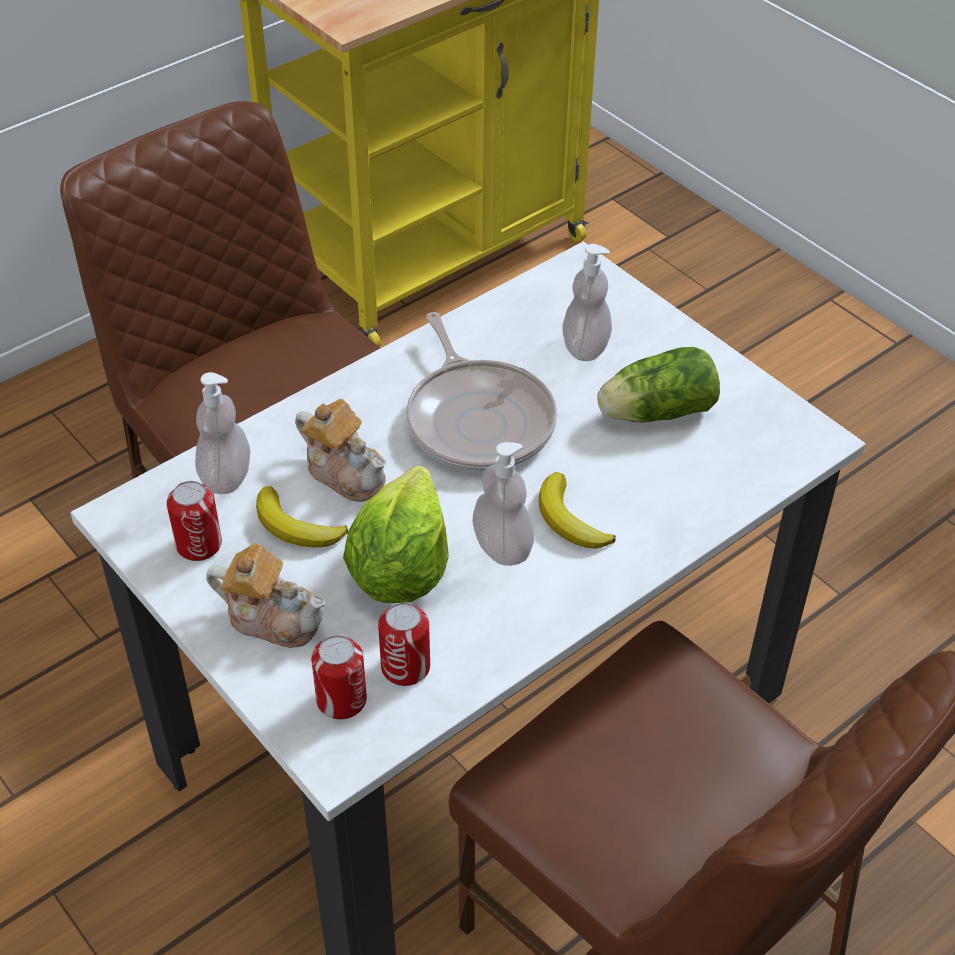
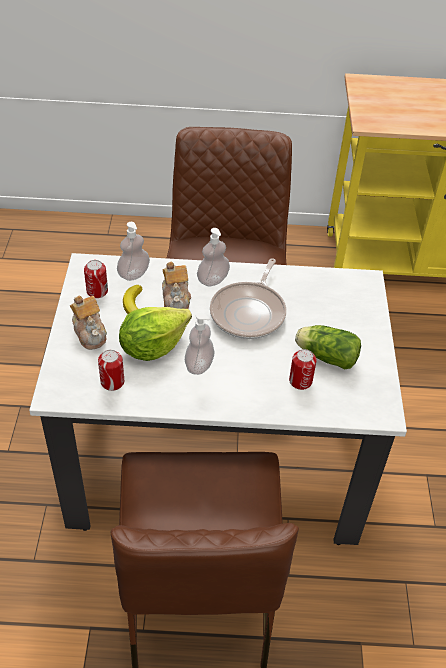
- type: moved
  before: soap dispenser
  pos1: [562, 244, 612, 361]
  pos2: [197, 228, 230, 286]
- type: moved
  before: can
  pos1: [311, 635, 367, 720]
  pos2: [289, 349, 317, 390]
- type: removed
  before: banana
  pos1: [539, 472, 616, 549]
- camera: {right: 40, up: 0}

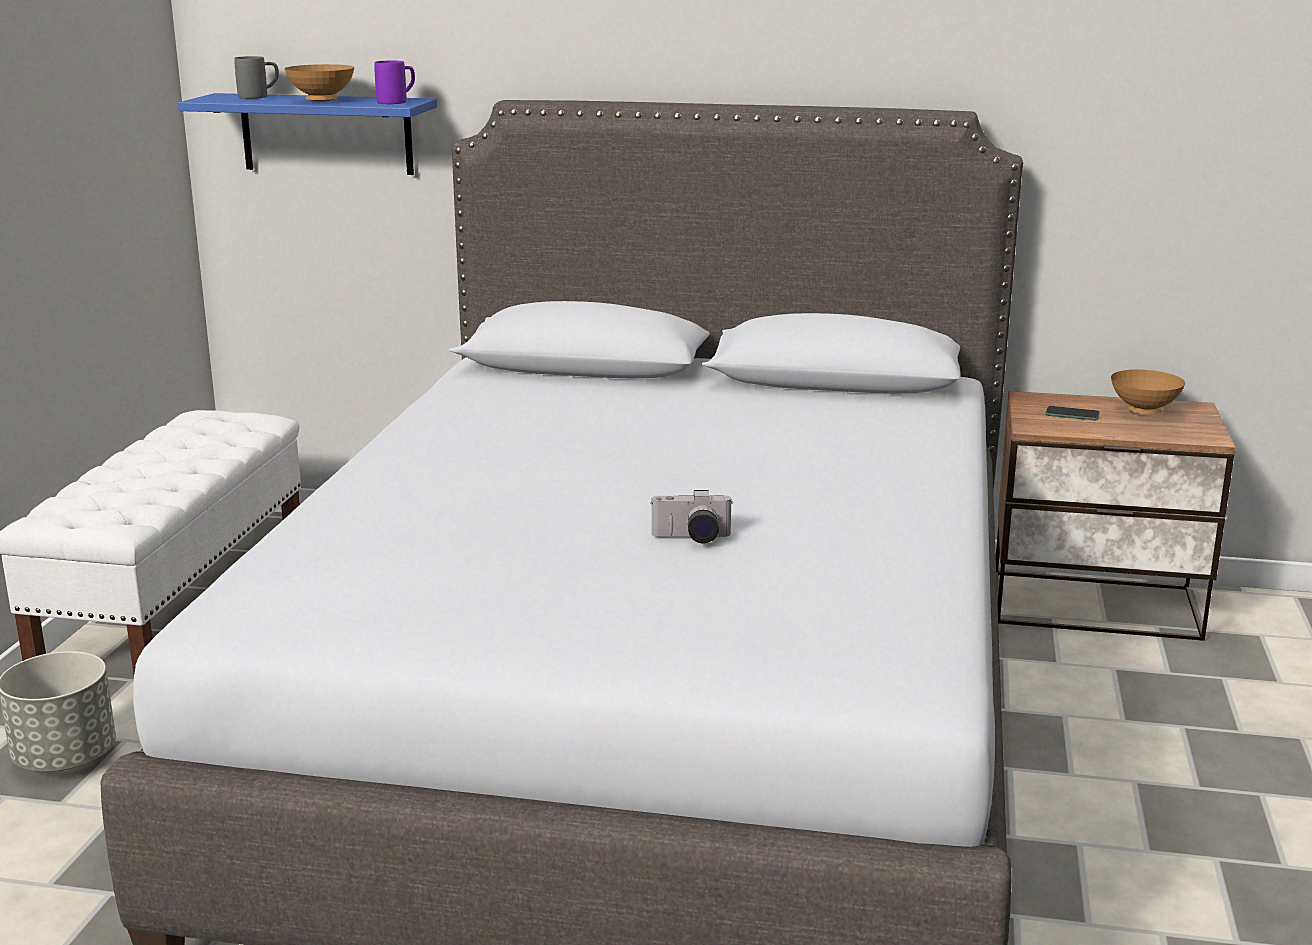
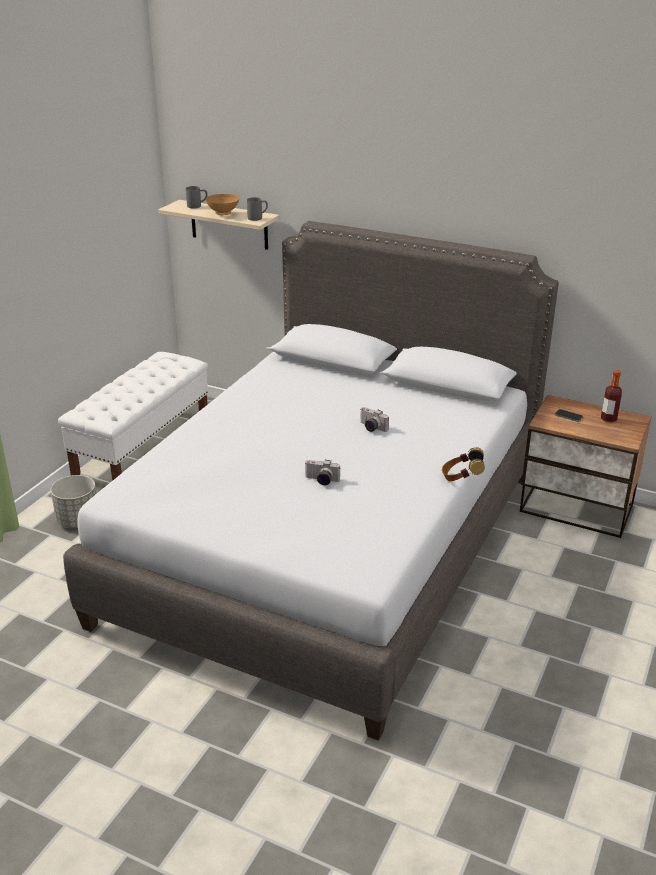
- type: recoloured
  before: blue shelf
  after: beige shelf
  pos1: [178, 93, 437, 175]
  pos2: [158, 200, 280, 250]
- type: recoloured
  before: purple mug
  after: grey mug
  pos1: [374, 61, 415, 104]
  pos2: [247, 197, 268, 221]
- type: added
  after: photo camera
  pos2: [361, 407, 389, 432]
- type: added
  after: headphones
  pos2: [442, 447, 485, 481]
- type: replaced
  before: brown bowl
  after: bottle
  pos1: [1111, 369, 1185, 414]
  pos2: [601, 370, 622, 422]
- camera: {right: 15, up: 10}

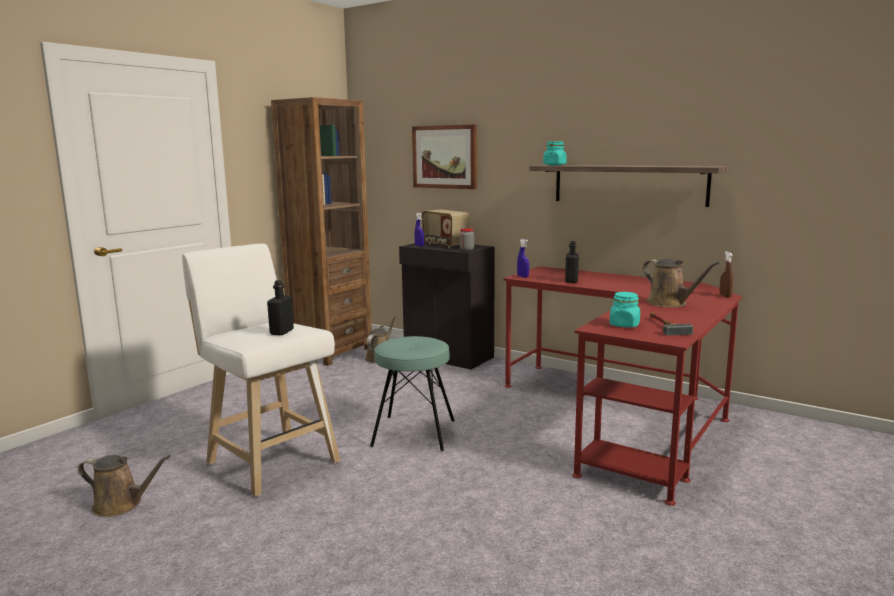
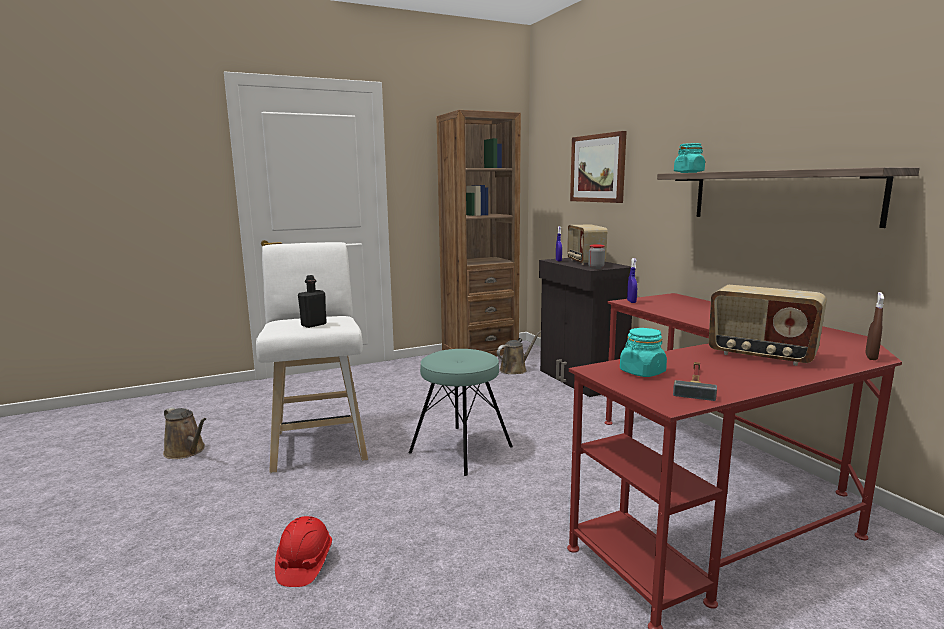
- type: added
  after: red hard hat
  pos2: [275, 516, 332, 587]
- type: replaced
  before: brown watering can
  after: radio
  pos1: [643, 259, 720, 308]
  pos2: [709, 285, 827, 366]
- type: removed
  before: black bottle
  pos1: [565, 241, 579, 283]
- camera: {right: 30, up: 0}

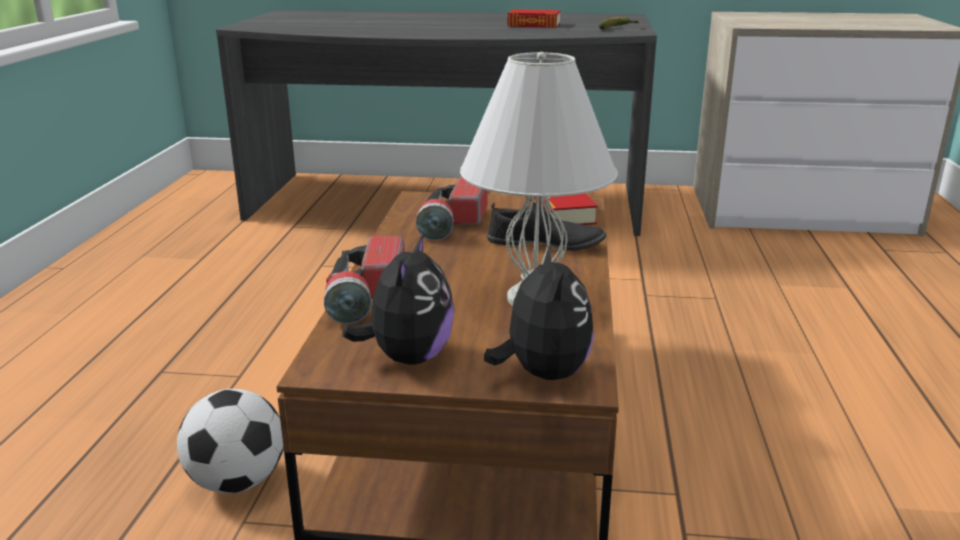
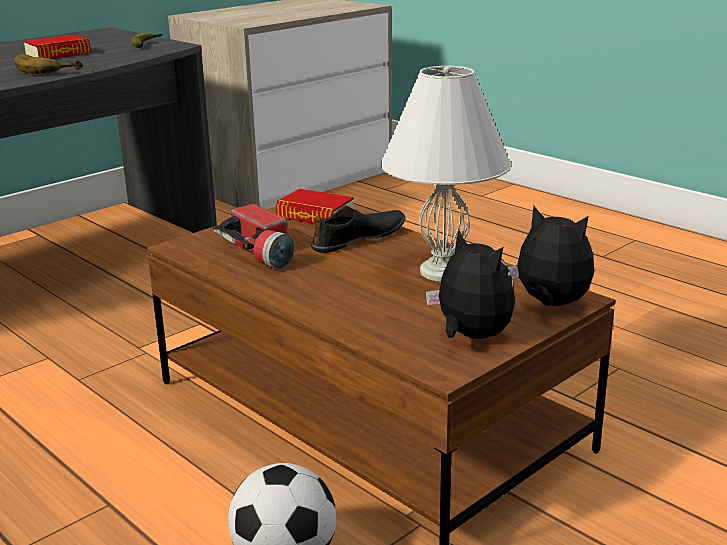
- type: added
  after: banana
  pos2: [14, 54, 83, 74]
- type: removed
  before: flashlight
  pos1: [324, 236, 405, 324]
- camera: {right: -50, up: 0}

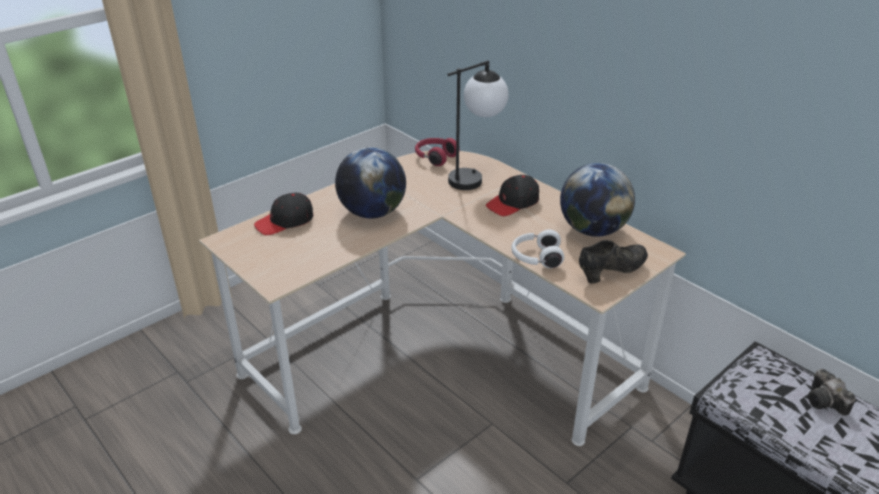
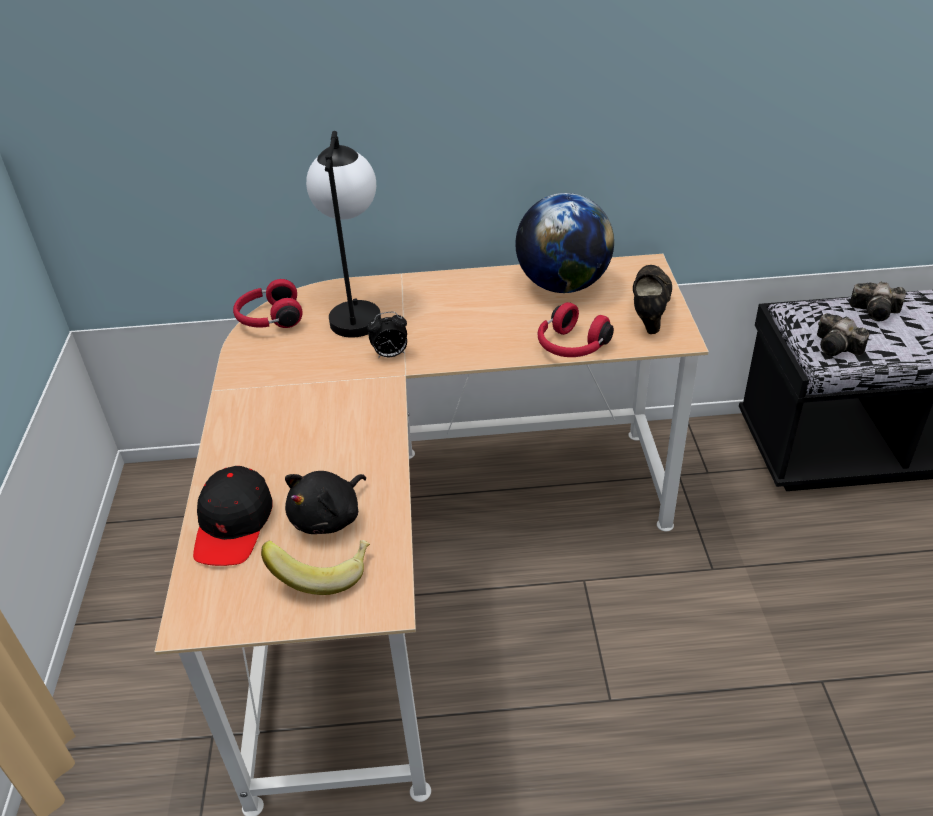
- type: added
  after: banana
  pos2: [261, 540, 370, 595]
- type: added
  after: black plush toy
  pos2: [285, 471, 366, 534]
- type: added
  after: alarm clock
  pos2: [367, 312, 407, 359]
- type: recoloured
  before: white headphones
  after: red headphones
  pos1: [511, 229, 564, 268]
  pos2: [537, 302, 614, 357]
- type: added
  after: photo camera
  pos2: [817, 313, 869, 356]
- type: removed
  before: globe
  pos1: [335, 147, 406, 219]
- type: removed
  before: black cap
  pos1: [486, 175, 539, 216]
- camera: {right: -50, up: 5}

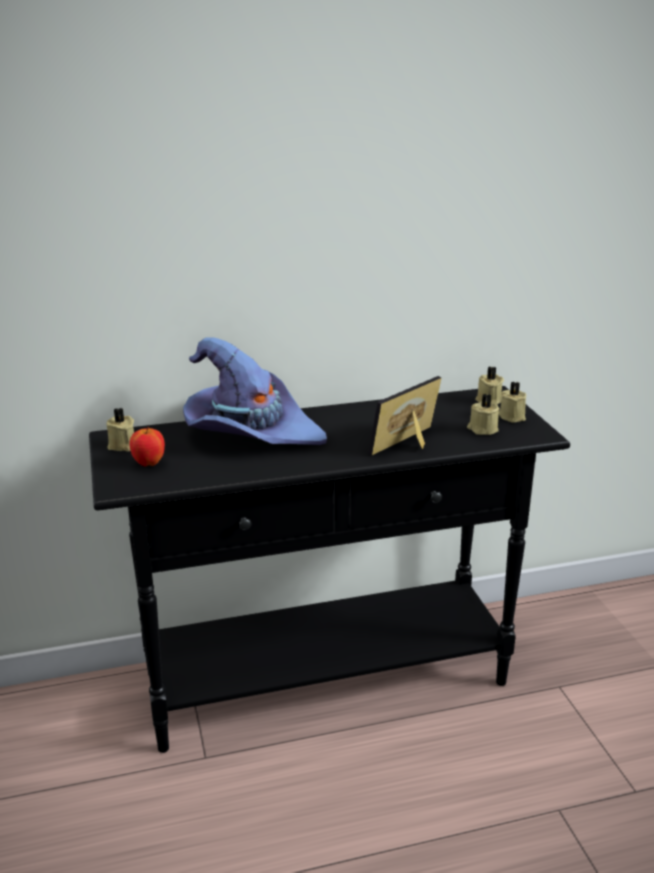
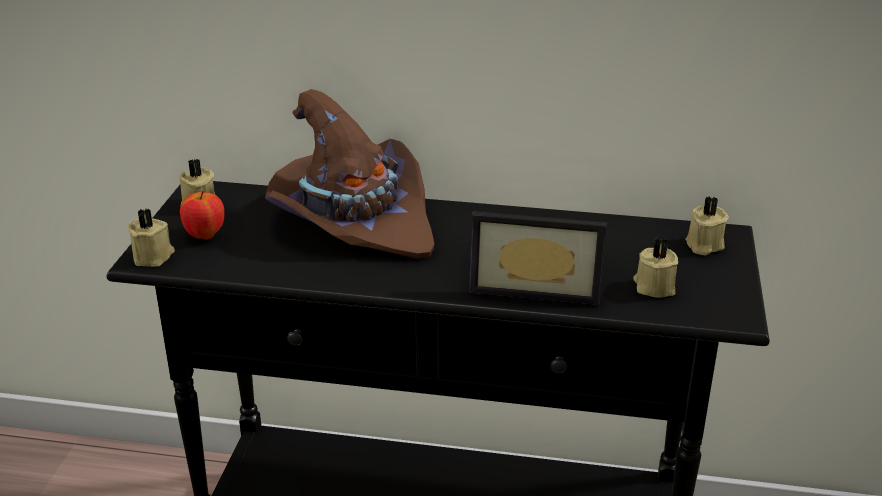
- type: moved
  before: beige candle
  pos1: [499, 381, 526, 423]
  pos2: [127, 209, 175, 267]
- type: recoloured
  before: purple hat
  after: brown hat
  pos1: [183, 337, 327, 445]
  pos2: [265, 89, 434, 259]
- type: turned
  before: picture frame
  pos1: [368, 376, 441, 456]
  pos2: [469, 211, 607, 305]
  turn: -150
- camera: {right: 25, up: 5}

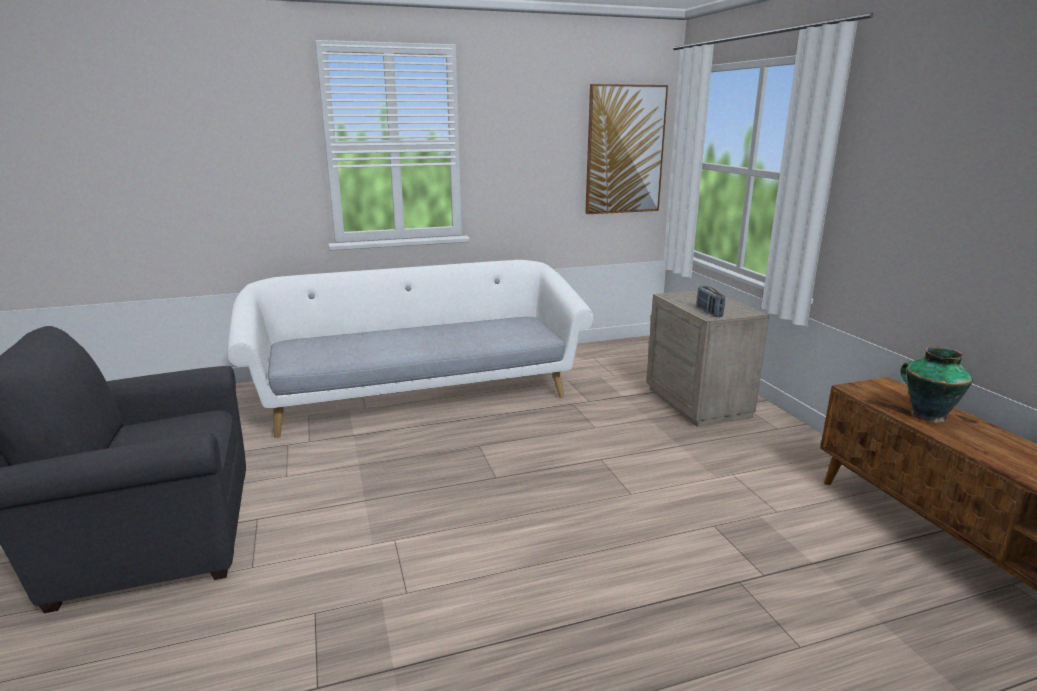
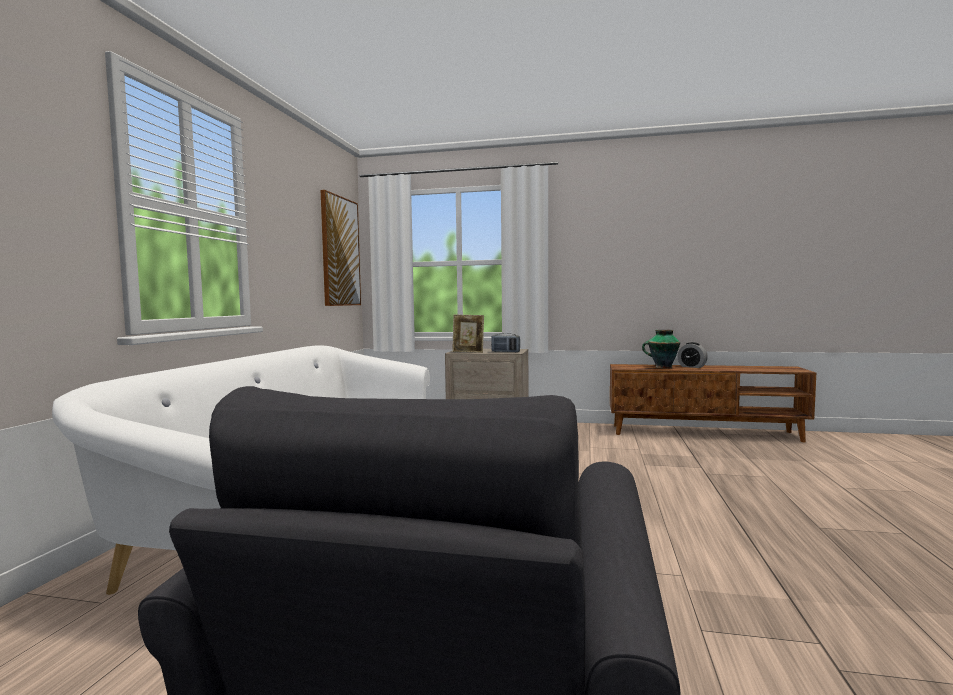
- type: added
  after: picture frame
  pos2: [452, 315, 484, 353]
- type: added
  after: alarm clock
  pos2: [677, 342, 708, 368]
- camera: {right: -60, up: -15}

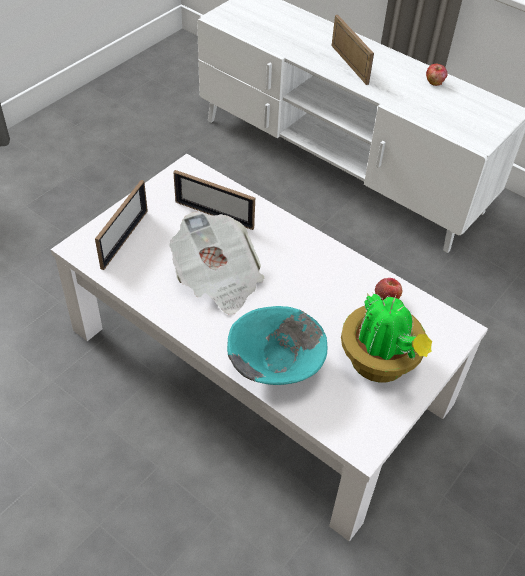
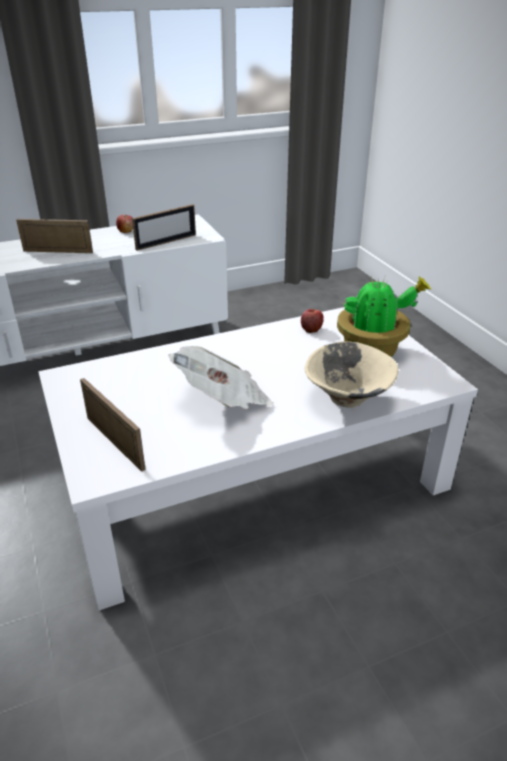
- type: moved
  before: picture frame
  pos1: [173, 170, 255, 230]
  pos2: [132, 204, 196, 251]
- type: recoloured
  before: turquoise bowl
  after: beige bowl
  pos1: [227, 306, 327, 385]
  pos2: [304, 341, 398, 408]
- camera: {right: -60, up: -15}

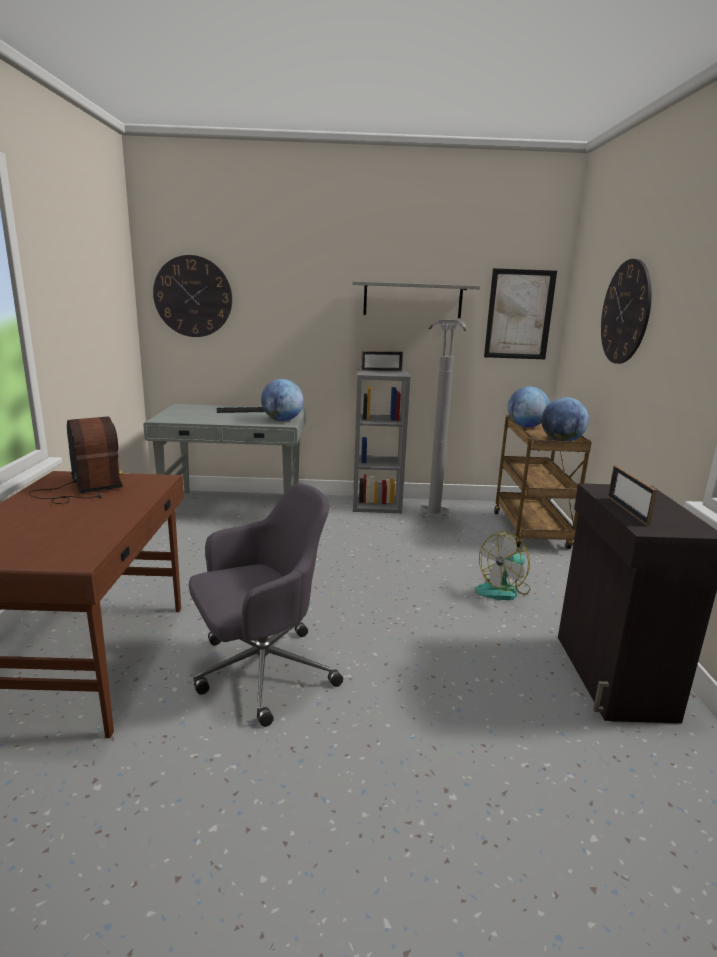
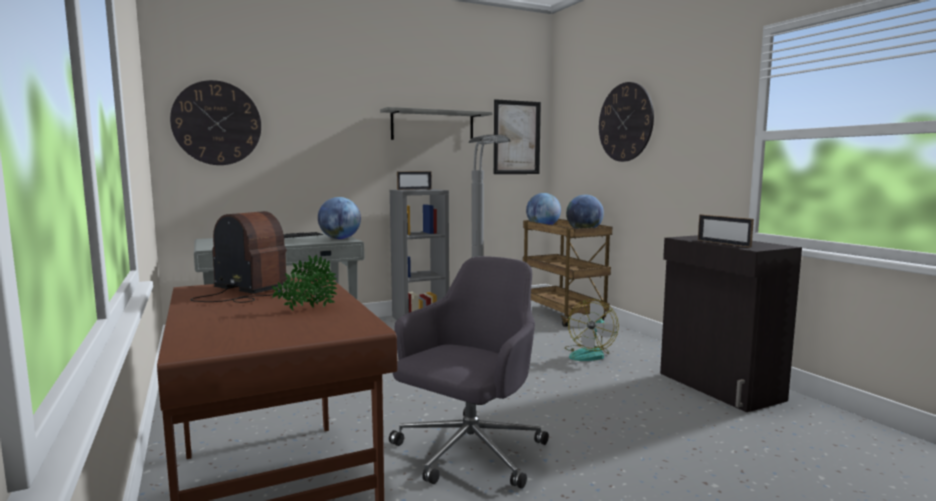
- type: added
  after: potted plant
  pos2: [271, 254, 337, 311]
- camera: {right: -25, up: -10}

